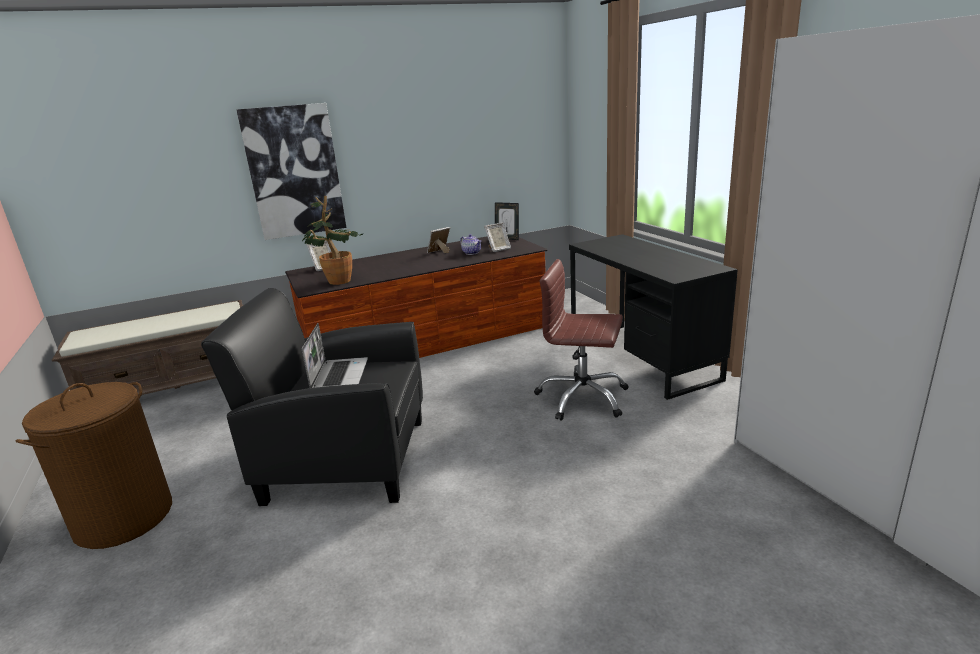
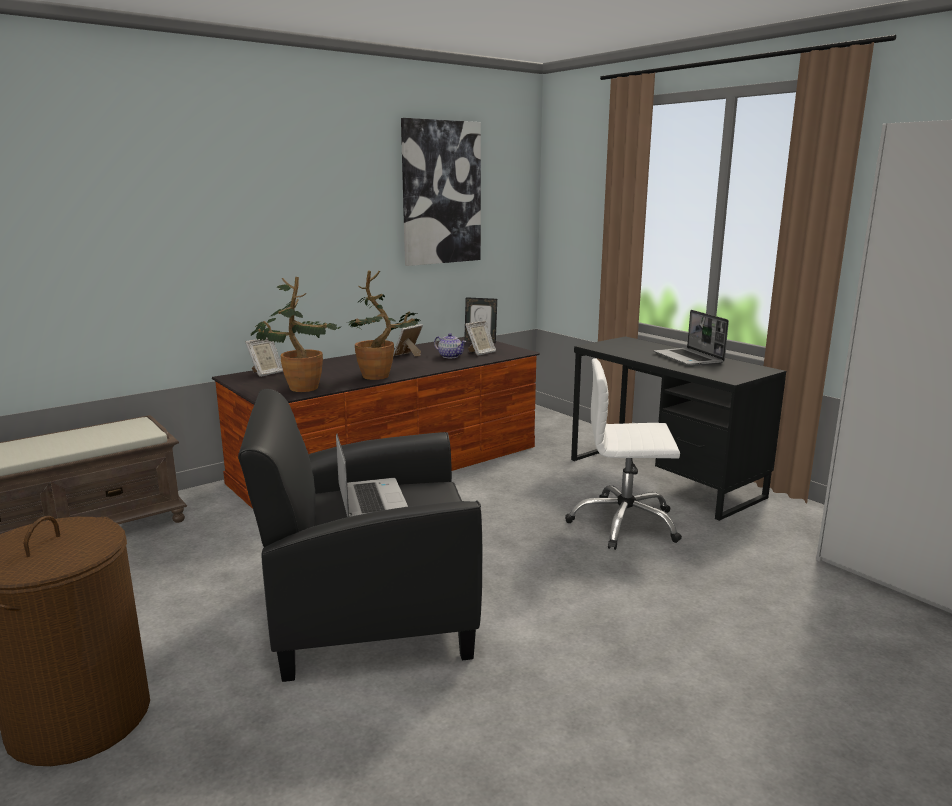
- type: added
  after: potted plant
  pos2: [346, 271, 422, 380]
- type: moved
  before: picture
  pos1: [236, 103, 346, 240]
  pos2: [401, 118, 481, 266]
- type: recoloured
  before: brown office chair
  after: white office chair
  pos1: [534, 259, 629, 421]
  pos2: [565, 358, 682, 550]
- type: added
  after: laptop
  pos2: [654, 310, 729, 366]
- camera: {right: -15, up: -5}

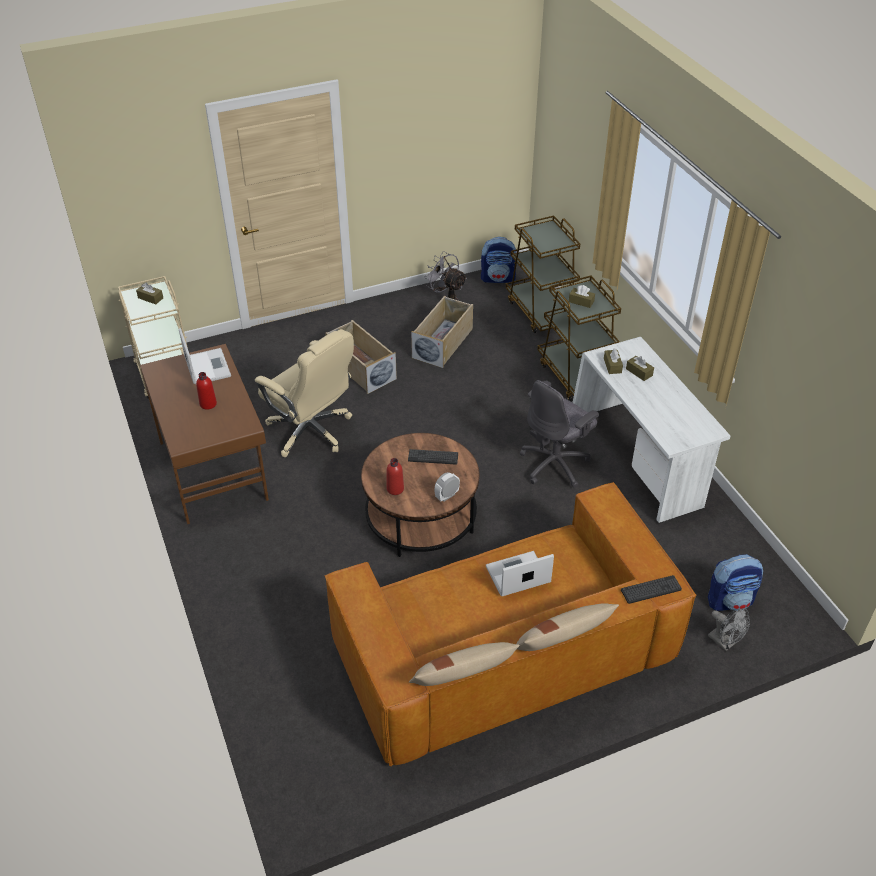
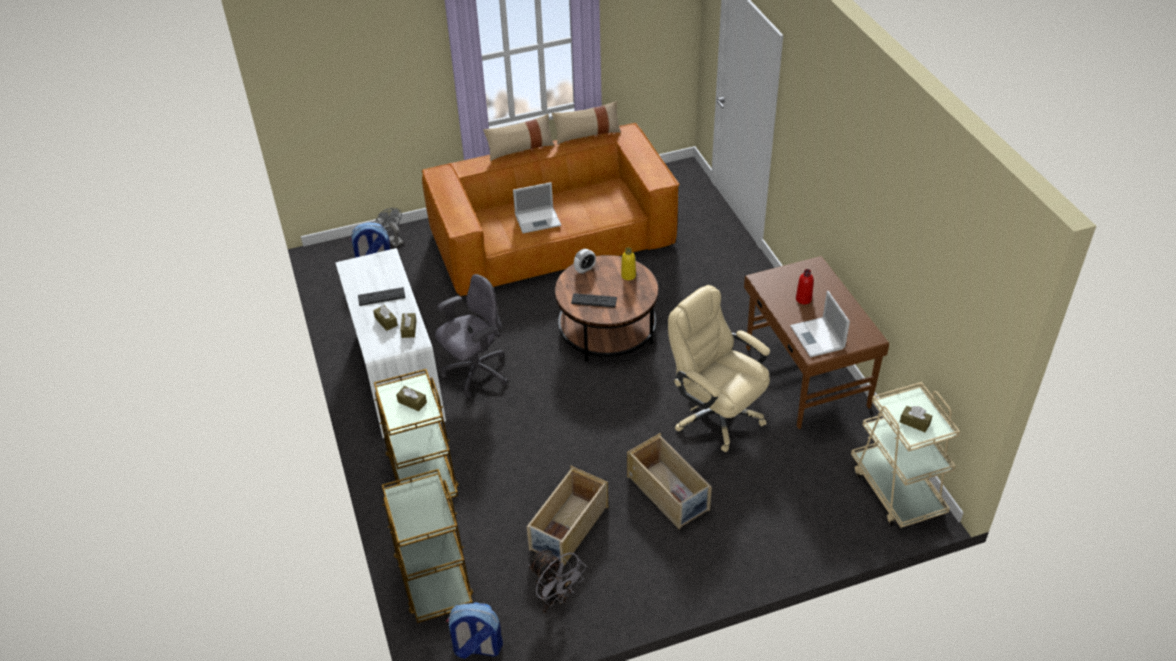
- type: moved
  before: keyboard
  pos1: [621, 575, 682, 604]
  pos2: [358, 287, 405, 306]
- type: recoloured
  before: red bottle
  after: yellow bottle
  pos1: [387, 458, 404, 495]
  pos2: [621, 247, 636, 280]
- camera: {right: -175, up: 0}

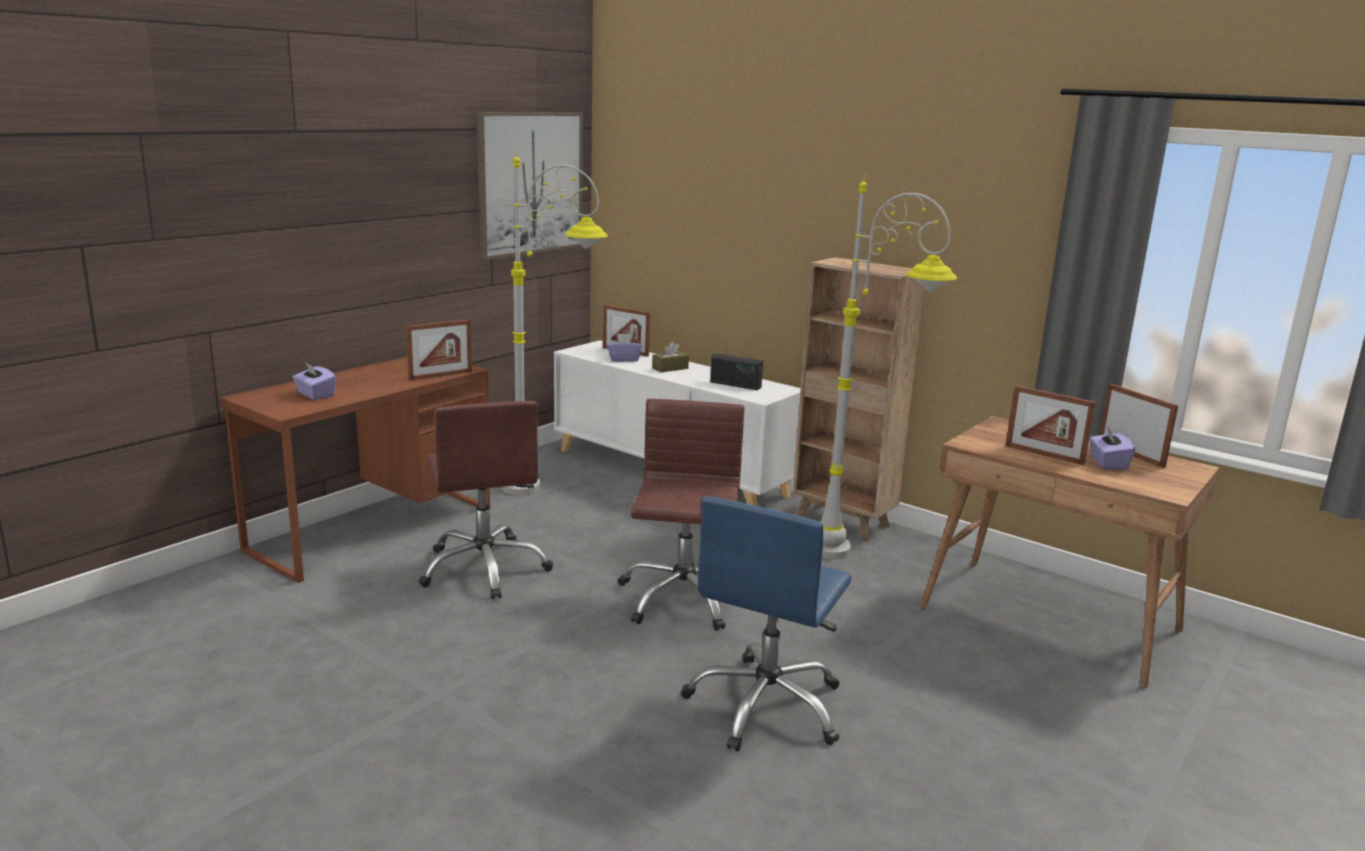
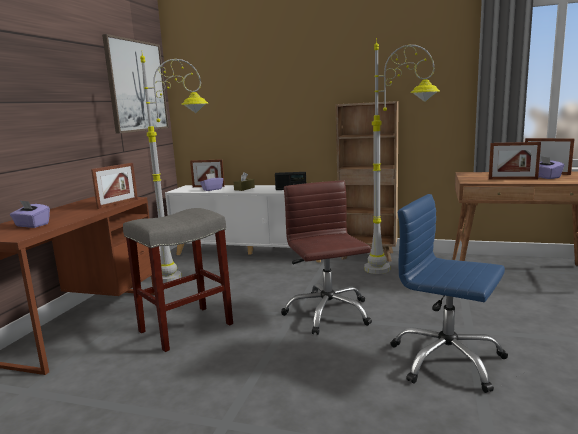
- type: replaced
  before: brown office chair
  after: grey stool
  pos1: [418, 401, 553, 599]
  pos2: [123, 208, 233, 352]
- type: turned
  before: blue office chair
  pos1: [681, 496, 852, 752]
  pos2: [391, 194, 508, 393]
  turn: 120
- camera: {right: -20, up: -5}

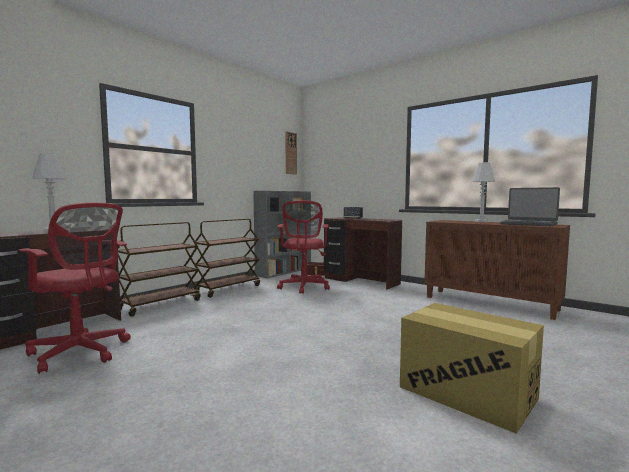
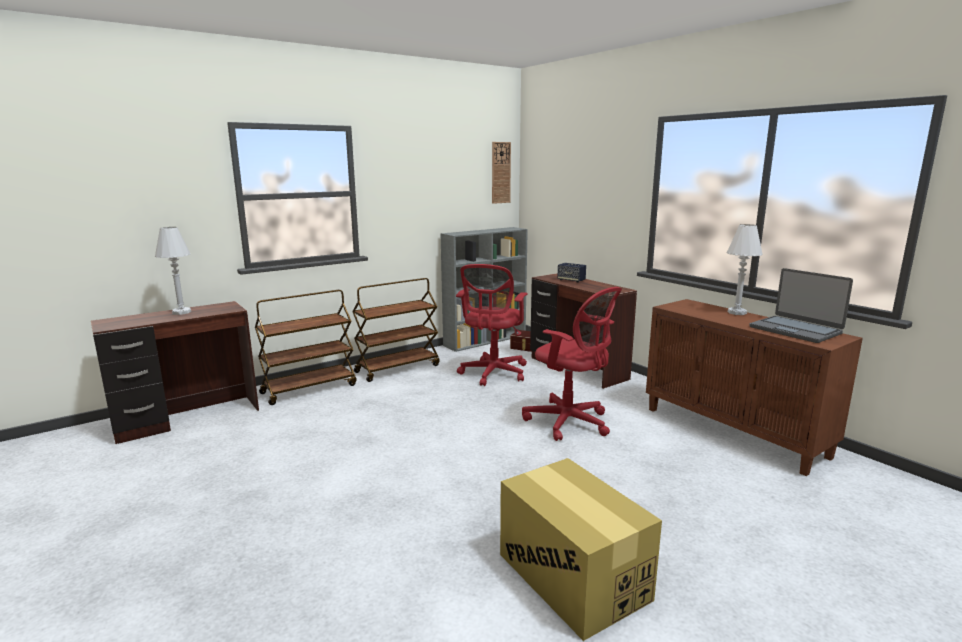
- type: moved
  before: red office chair
  pos1: [19, 202, 131, 374]
  pos2: [522, 287, 622, 441]
- camera: {right: 15, up: 10}

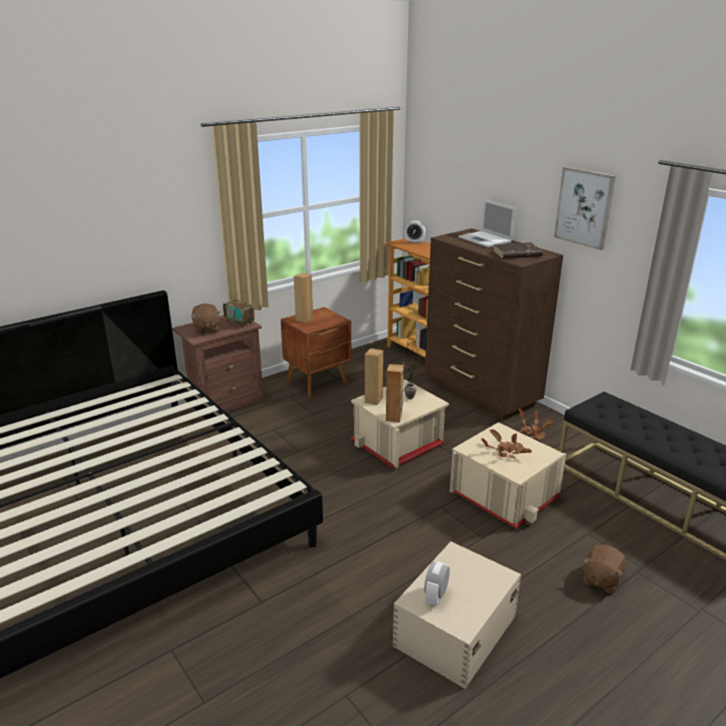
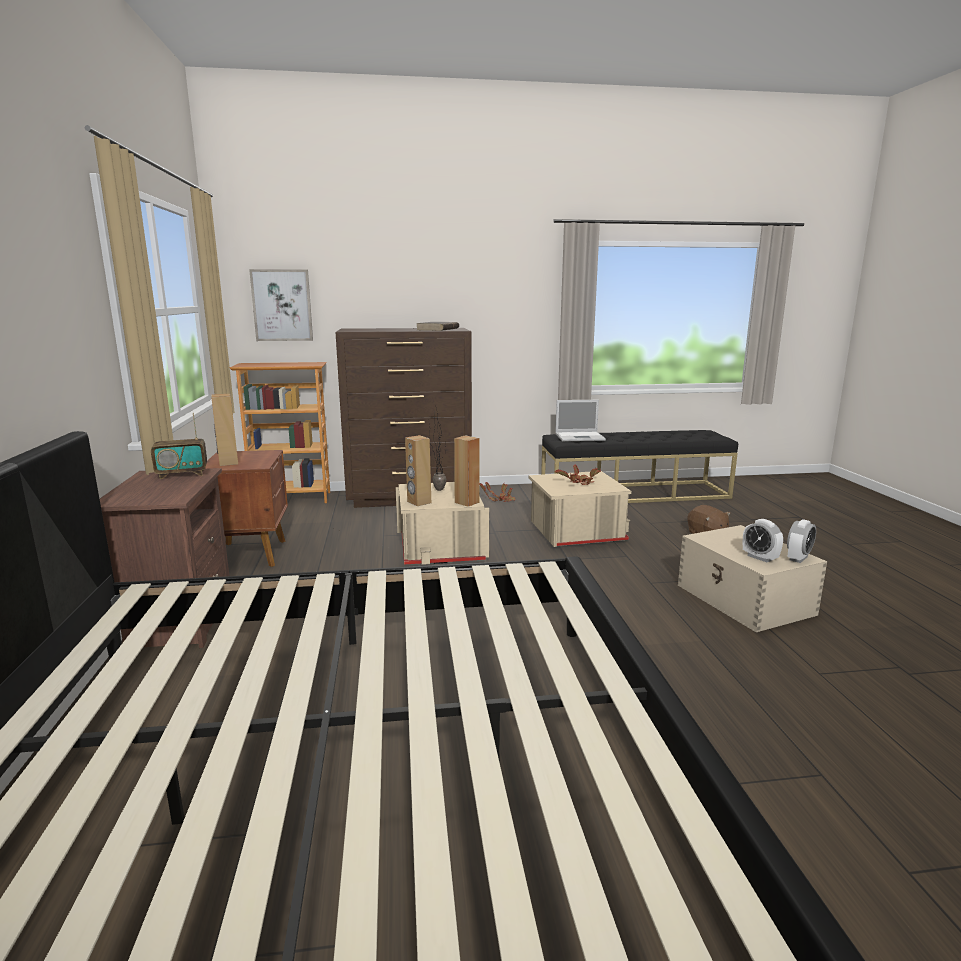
- type: moved
  before: picture
  pos1: [554, 167, 616, 250]
  pos2: [249, 269, 313, 341]
- type: moved
  before: laptop
  pos1: [458, 199, 516, 247]
  pos2: [555, 400, 606, 441]
- type: moved
  before: alarm clock
  pos1: [405, 221, 425, 244]
  pos2: [787, 519, 816, 563]
- type: removed
  before: brown plush toy
  pos1: [191, 303, 221, 334]
- camera: {right: -60, up: -10}

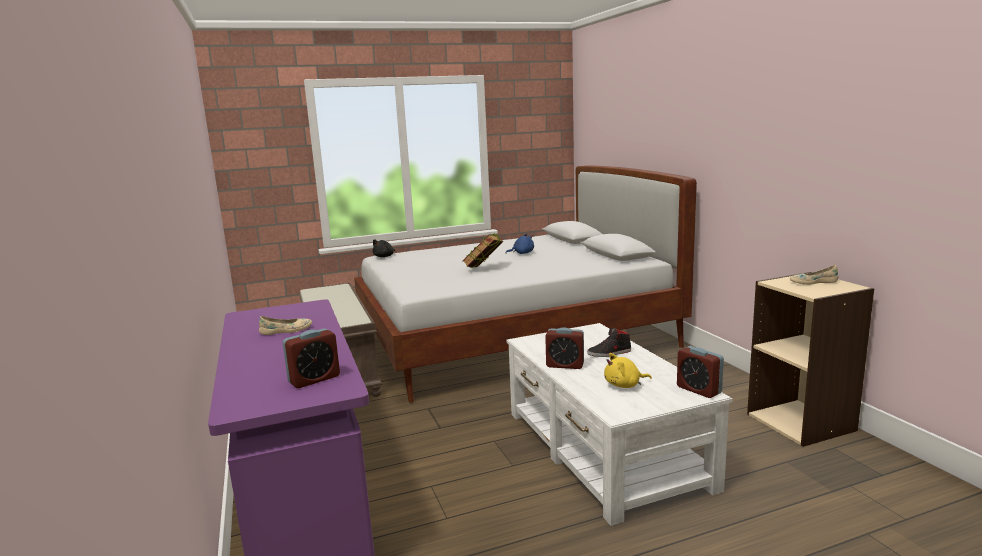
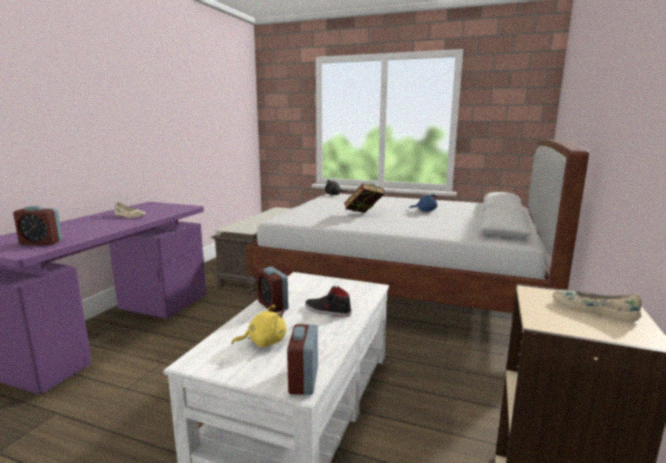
- type: turned
  before: yellow plush toy
  pos1: [604, 353, 652, 388]
  pos2: [232, 305, 286, 347]
  turn: 135
- camera: {right: 40, up: 0}

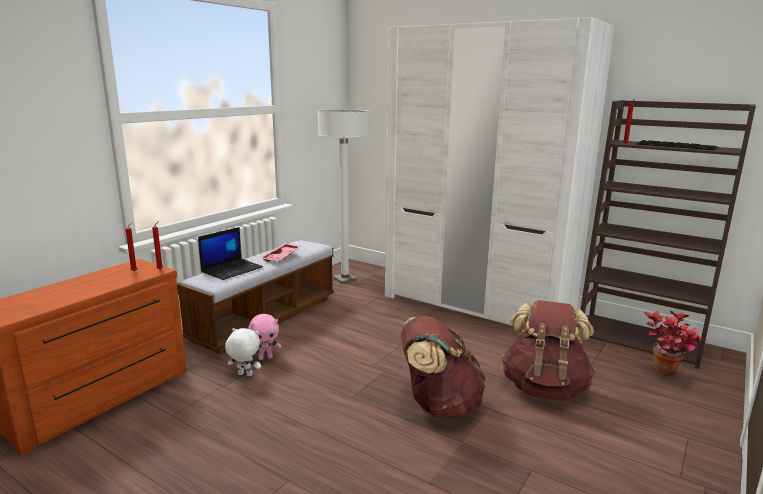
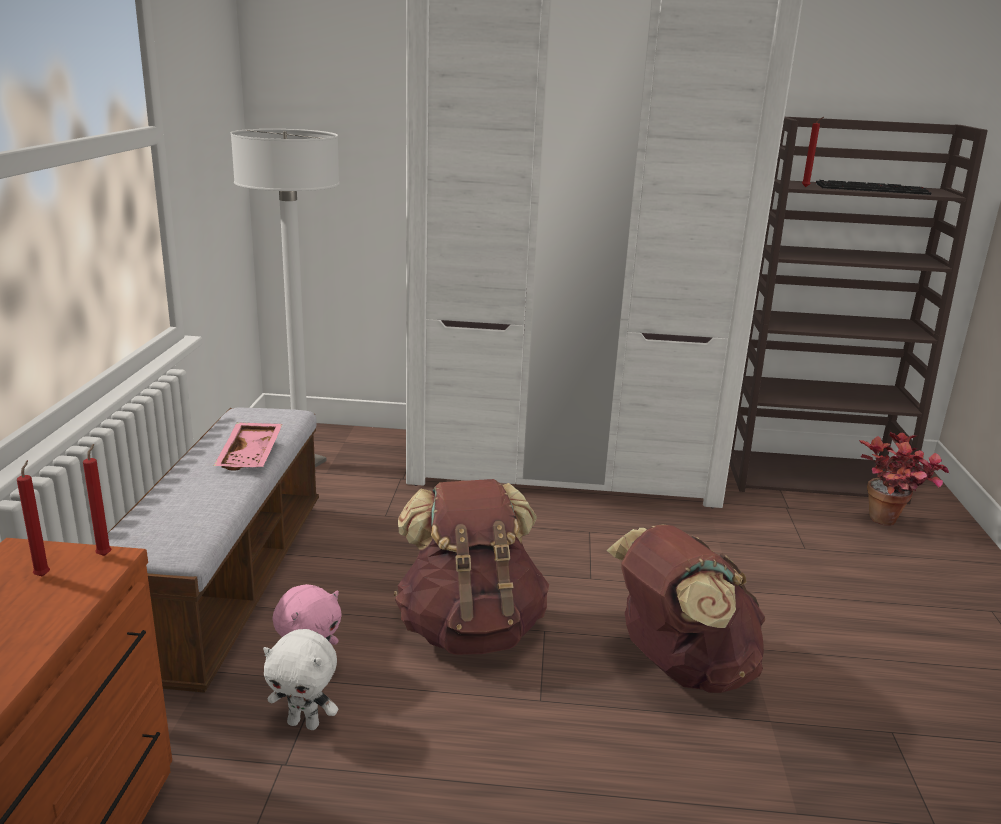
- type: turned
  before: white plush toy
  pos1: [225, 328, 261, 376]
  pos2: [263, 629, 338, 730]
  turn: -150
- type: moved
  before: brown backpack
  pos1: [502, 300, 596, 401]
  pos2: [394, 479, 549, 655]
- type: removed
  before: laptop
  pos1: [198, 227, 263, 280]
- camera: {right: -30, up: 5}

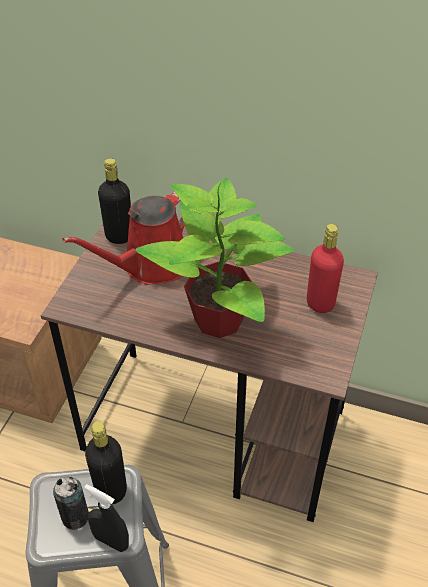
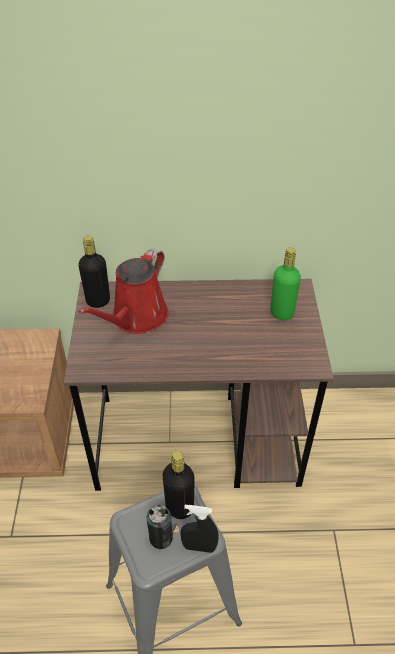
- type: recoloured
  before: red bottle
  after: green bottle
  pos1: [307, 224, 344, 313]
  pos2: [270, 247, 301, 320]
- type: removed
  before: potted plant
  pos1: [135, 178, 295, 338]
- camera: {right: -20, up: 0}

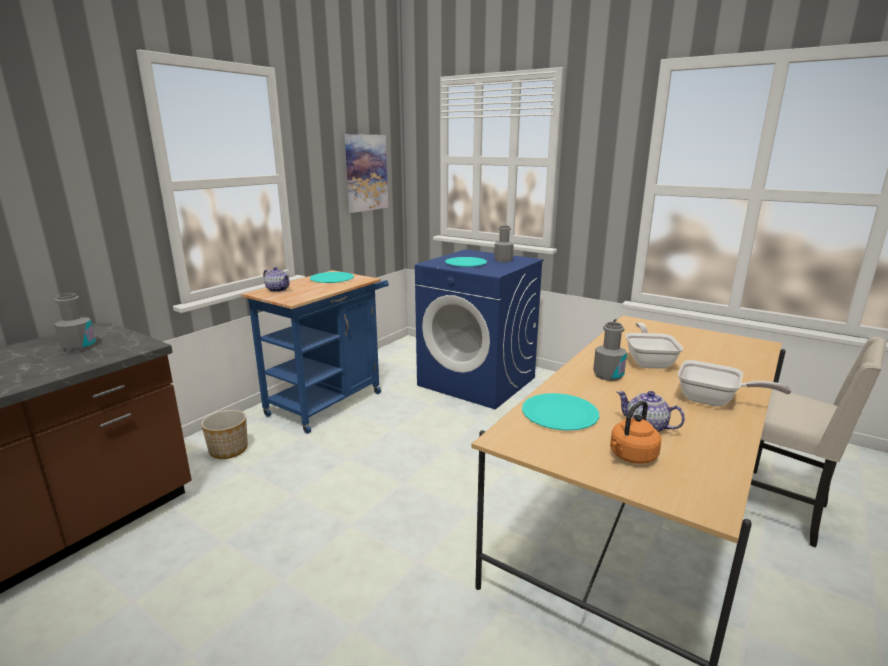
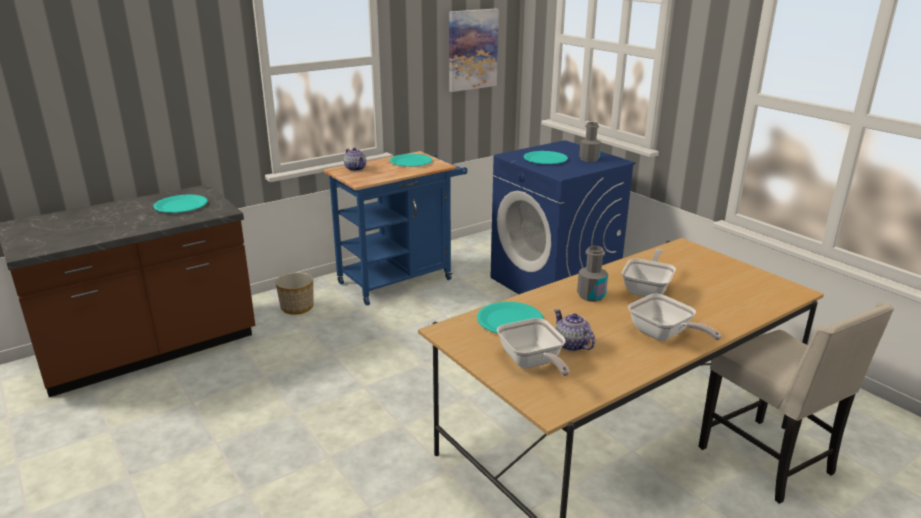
- type: replaced
  before: grey bottle
  after: turquoise plate
  pos1: [55, 293, 96, 352]
  pos2: [153, 195, 208, 213]
- type: replaced
  before: orange kettle
  after: frying pan
  pos1: [610, 400, 661, 464]
  pos2: [497, 318, 570, 376]
- camera: {right: 20, up: 5}

